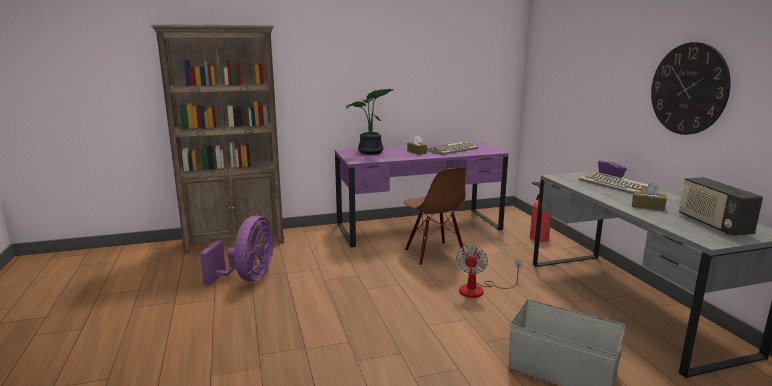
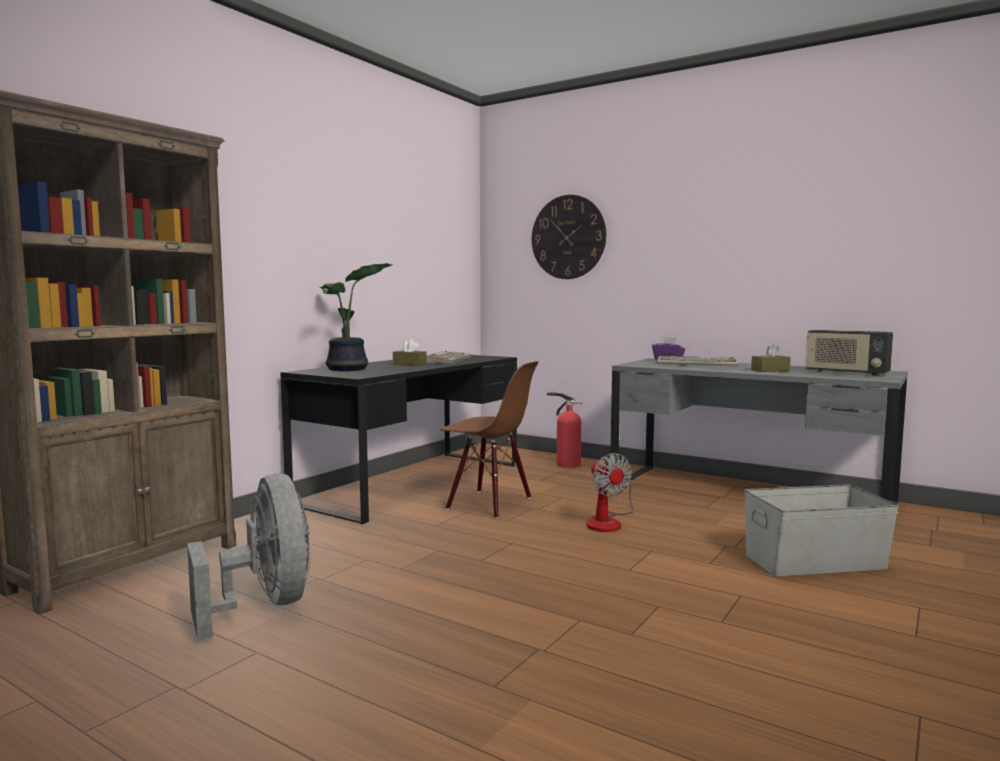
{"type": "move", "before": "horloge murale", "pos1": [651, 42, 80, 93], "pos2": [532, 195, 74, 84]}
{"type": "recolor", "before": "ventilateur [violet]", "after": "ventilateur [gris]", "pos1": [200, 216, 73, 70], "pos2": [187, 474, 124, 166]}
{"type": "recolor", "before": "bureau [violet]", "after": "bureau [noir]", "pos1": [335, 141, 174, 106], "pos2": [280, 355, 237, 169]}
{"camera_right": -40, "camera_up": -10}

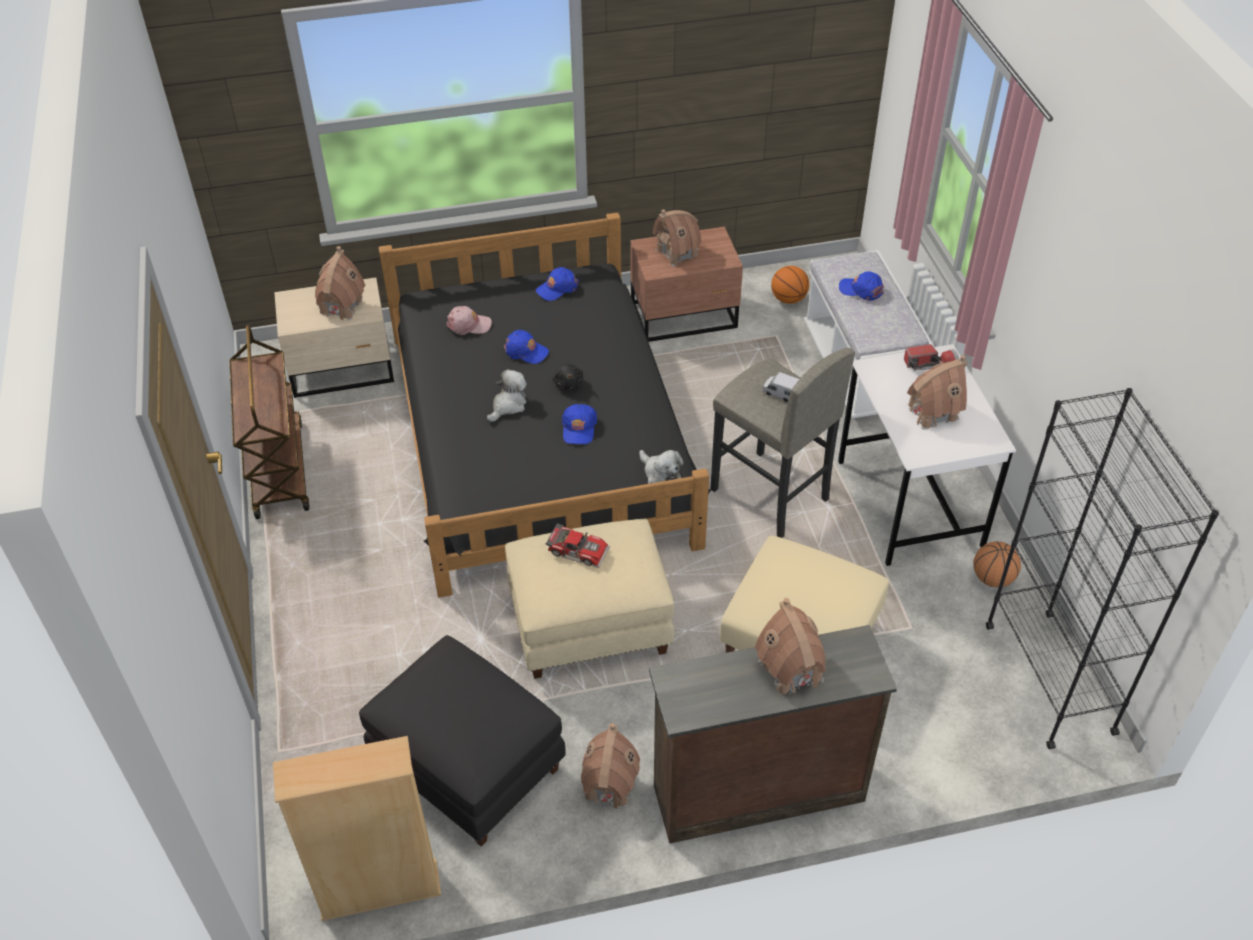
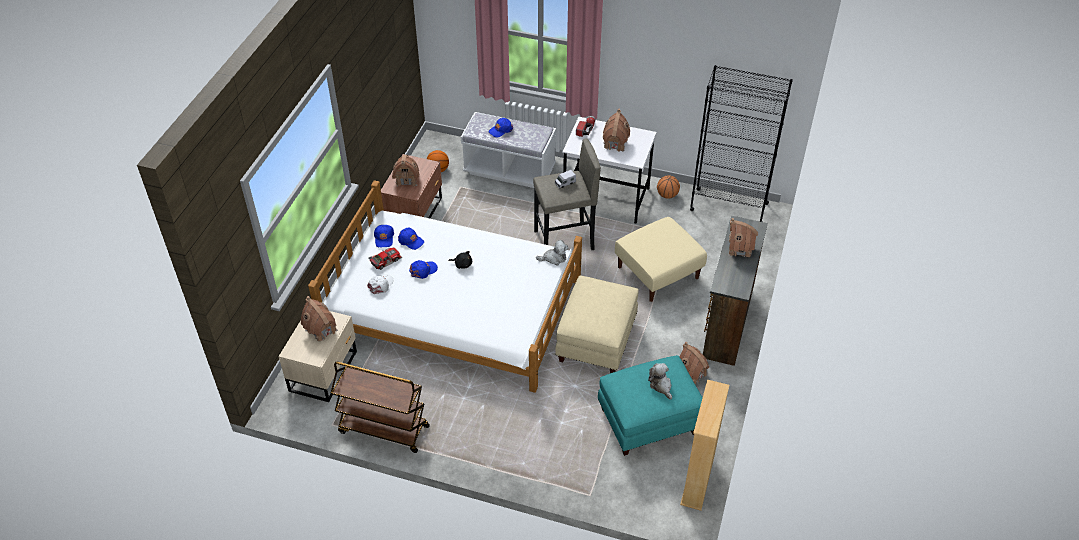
{"type": "move", "before": "peluche", "pos1": [487, 369, 39, 53], "pos2": [648, 363, 24, 36]}
{"type": "move", "before": "petite voiture", "pos1": [545, 523, 65, 45], "pos2": [369, 247, 33, 23]}
{"type": "move", "before": "casquette [bleu]", "pos1": [562, 404, 35, 40], "pos2": [398, 228, 26, 22]}
{"type": "recolor", "before": "pouf [noir]", "after": "pouf [turquoise]", "pos1": [359, 635, 207, 212], "pos2": [598, 355, 105, 101]}
{"type": "recolor", "before": "lit [noir]", "after": "lit [blanc]", "pos1": [378, 212, 333, 386], "pos2": [308, 180, 274, 213]}
{"type": "recolor", "before": "casquette [rose]", "after": "casquette [blanc]", "pos1": [446, 306, 46, 29], "pos2": [367, 274, 26, 20]}
{"camera_right": -60, "camera_up": 0}

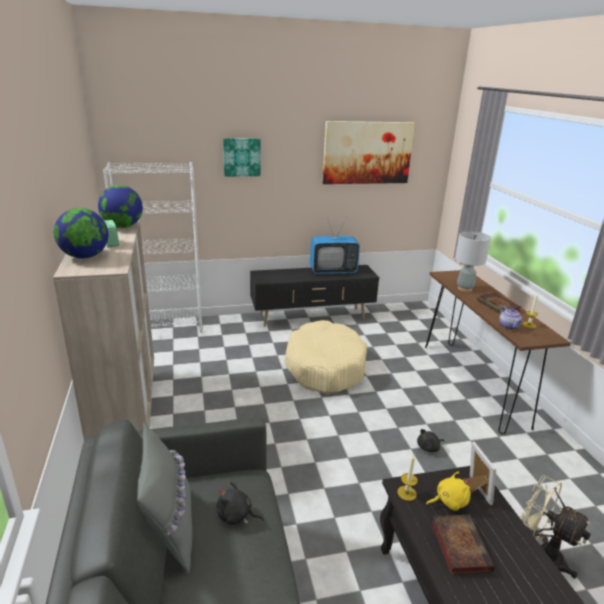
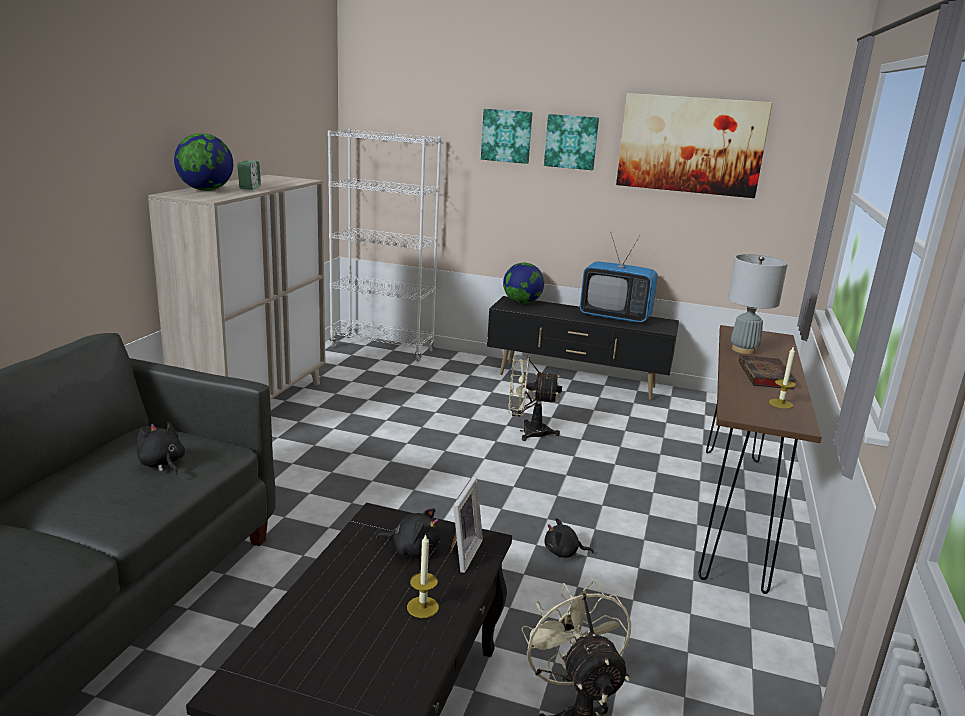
{"type": "delete", "before": "coussin [gris]", "pos1": [137, 422, 55, 152]}
{"type": "delete", "before": "livre", "pos1": [431, 515, 63, 60]}
{"type": "delete", "before": "théière", "pos1": [499, 306, 24, 24]}
{"type": "insert", "after": "tableau", "pos2": [544, 114, 55, 56]}
{"type": "move", "before": "globe", "pos1": [98, 185, 45, 43], "pos2": [503, 263, 41, 41]}
{"type": "move", "before": "bougie", "pos1": [397, 454, 21, 47], "pos2": [407, 533, 32, 85]}
{"type": "replace", "before": "panier pour chien [beige]", "after": "ventilateur [beige]", "pos1": [284, 320, 83, 74], "pos2": [508, 355, 54, 86]}
{"type": "recolor", "before": "peluche [jaune]", "after": "peluche [noir]", "pos1": [426, 471, 45, 40], "pos2": [376, 508, 65, 48]}
{"camera_right": 30, "camera_up": -5}

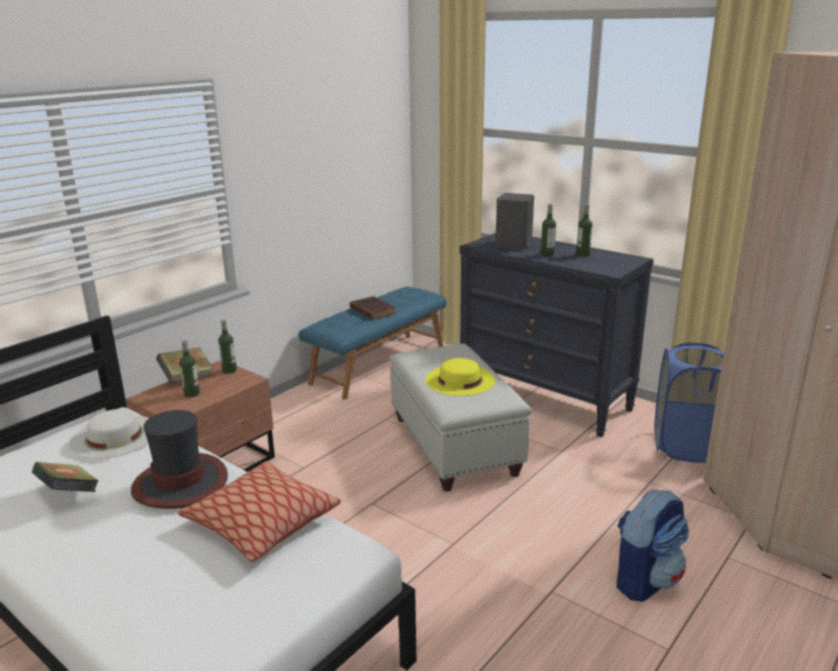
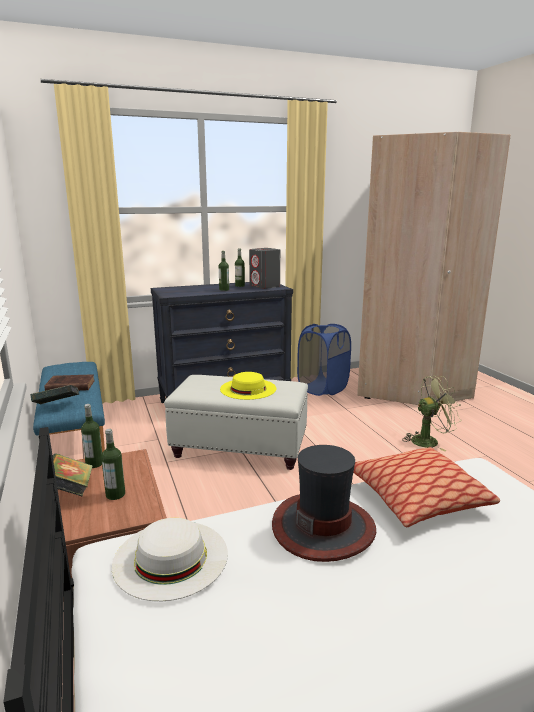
{"type": "move", "before": "livre", "pos1": [32, 462, 66, 30], "pos2": [30, 385, 49, 19]}
{"type": "move", "before": "enceinte [gris]", "pos1": [495, 193, 39, 57], "pos2": [249, 248, 31, 41]}
{"type": "replace", "before": "sac à dos", "after": "ventilateur [vert]", "pos1": [616, 489, 73, 113], "pos2": [402, 376, 59, 76]}
{"camera_right": -60, "camera_up": -5}

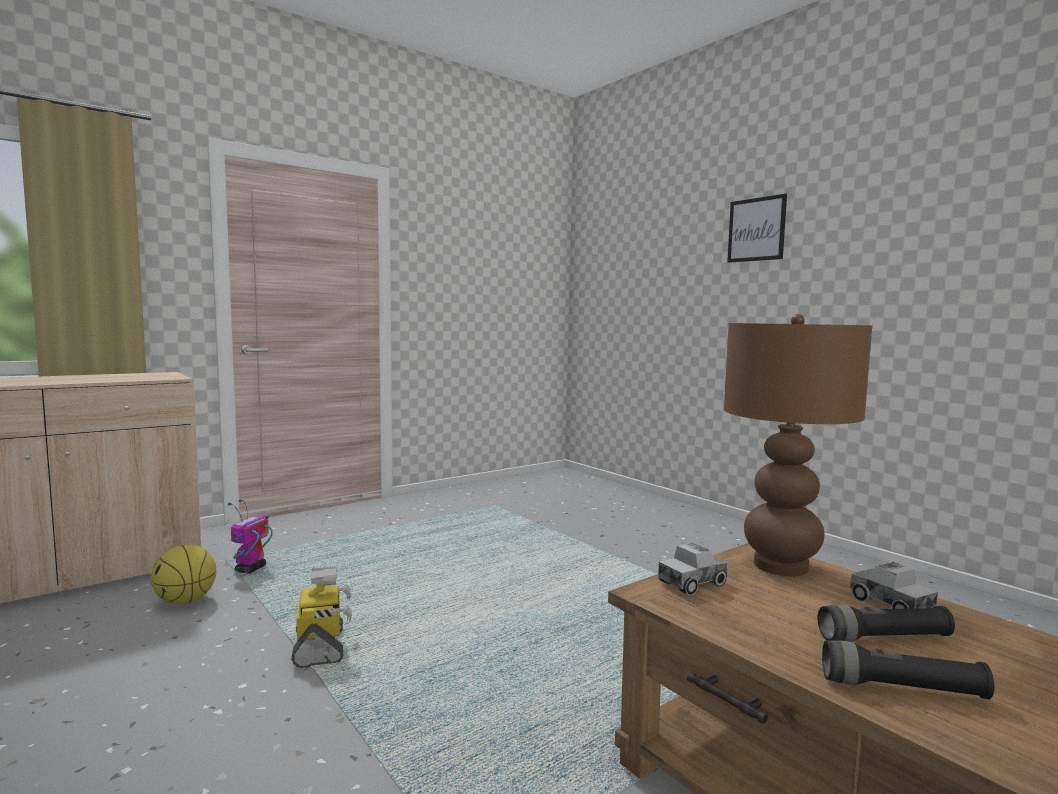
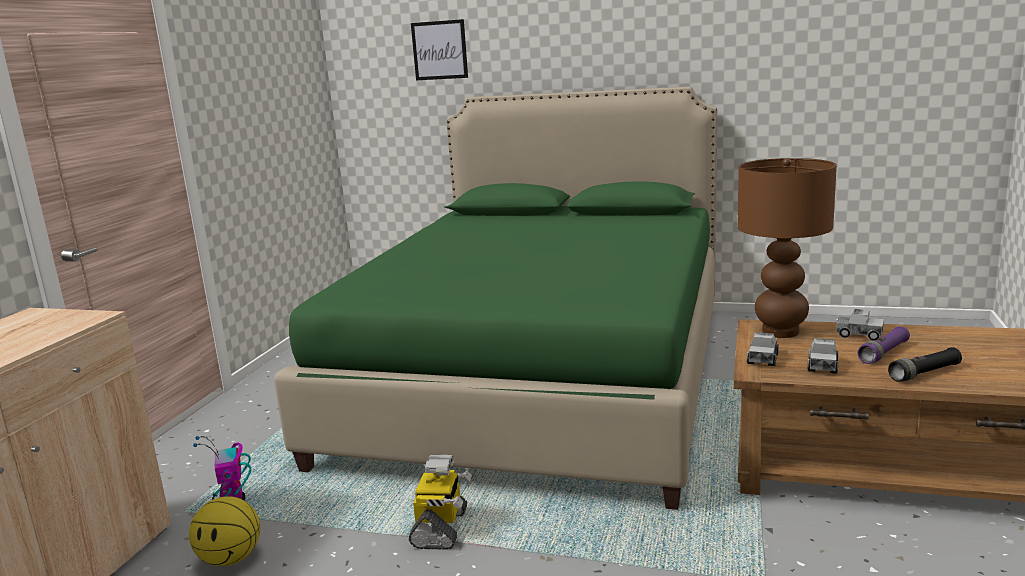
{"type": "insert", "after": "lit [vert]", "pos2": [274, 87, 443, 423]}
{"type": "insert", "after": "camion jouet", "pos2": [808, 338, 30, 36]}
{"type": "move", "before": "tableau", "pos1": [727, 194, 60, 69], "pos2": [411, 19, 57, 61]}
{"type": "recolor", "before": "lampe de poche [noir]", "after": "lampe de poche [violet]", "pos1": [818, 604, 137, 38], "pos2": [858, 326, 52, 38]}
{"type": "rotate", "before": "robot jouet", "pos1": [291, 566, 61, 102], "pos2": [409, 455, 63, 95], "turn": 60}
{"camera_right": -35, "camera_up": 10}

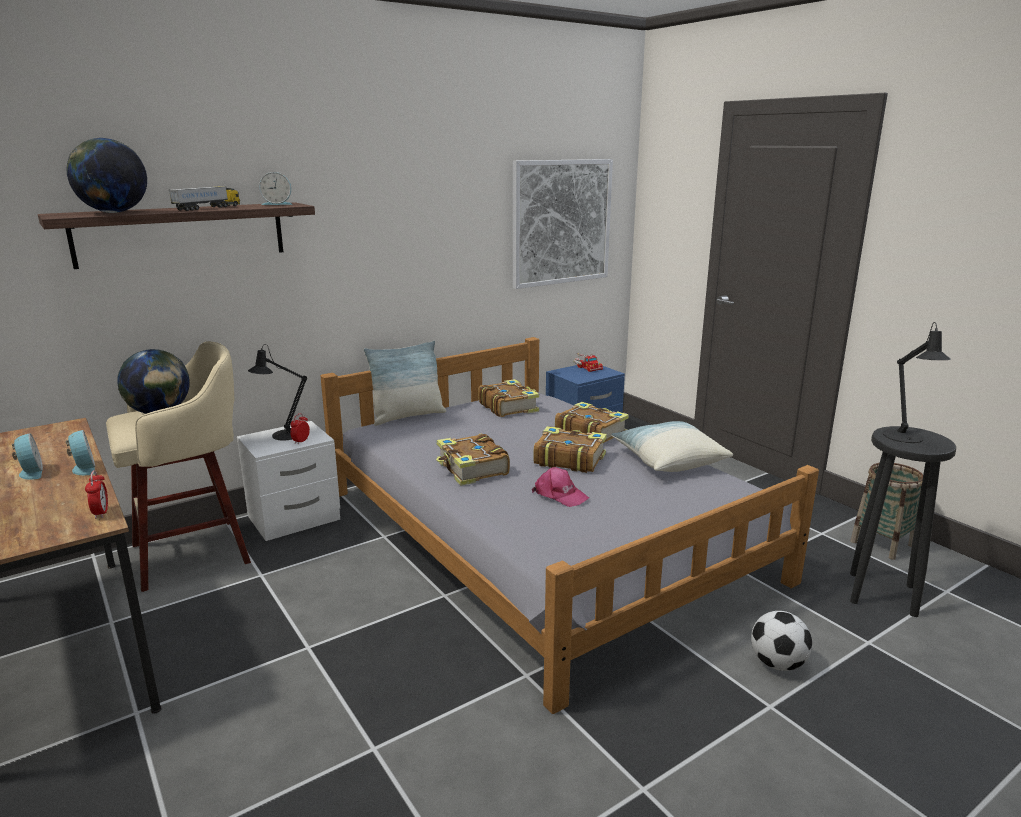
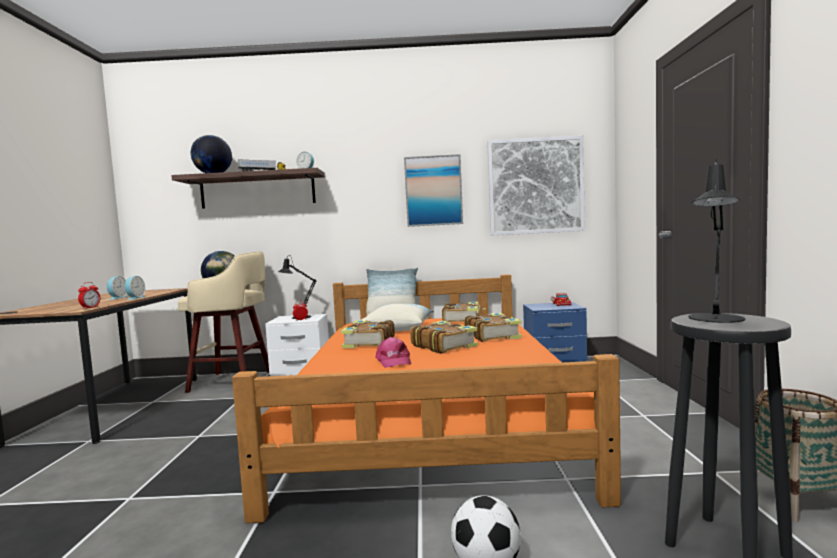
{"type": "insert", "after": "tableau", "pos2": [404, 154, 59, 73]}
{"type": "move", "before": "coussin", "pos1": [611, 421, 122, 51], "pos2": [361, 304, 73, 27]}
{"type": "recolor", "before": "lit [gris]", "after": "lit [orange]", "pos1": [321, 337, 498, 377], "pos2": [232, 274, 389, 249]}
{"camera_right": 35, "camera_up": -15}

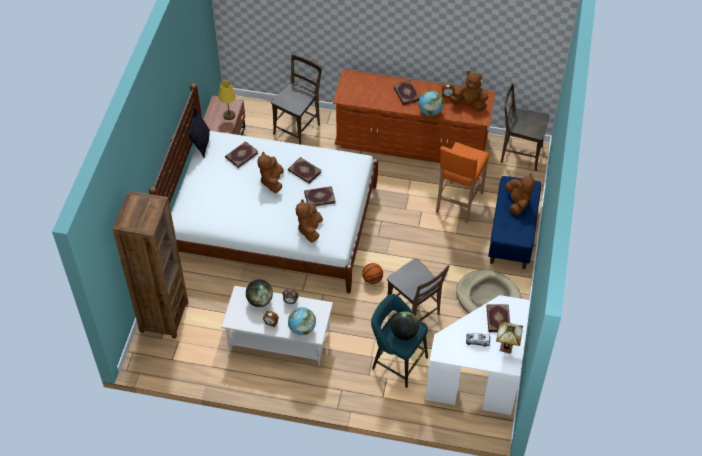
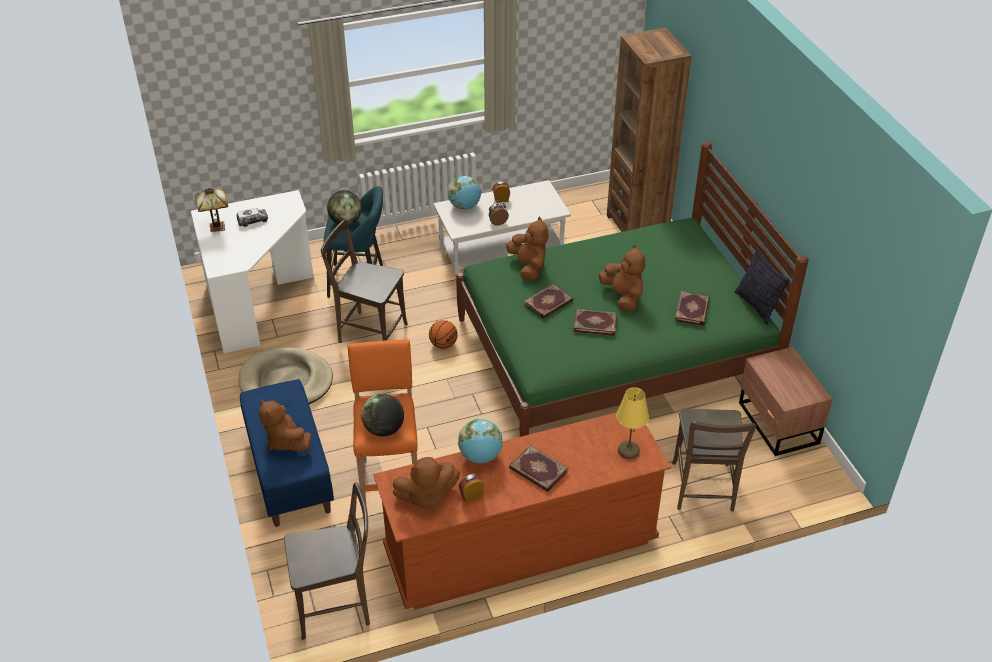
{"type": "delete", "before": "livre", "pos1": [486, 304, 24, 28]}
{"type": "move", "before": "lampe de table [jaune]", "pos1": [218, 81, 18, 39], "pos2": [616, 387, 33, 72]}
{"type": "move", "before": "globe", "pos1": [246, 279, 27, 28], "pos2": [361, 394, 43, 42]}
{"type": "recolor", "before": "lit [blanc]", "after": "lit [vert]", "pos1": [149, 83, 229, 211], "pos2": [456, 141, 353, 296]}
{"camera_right": 150, "camera_up": -10}

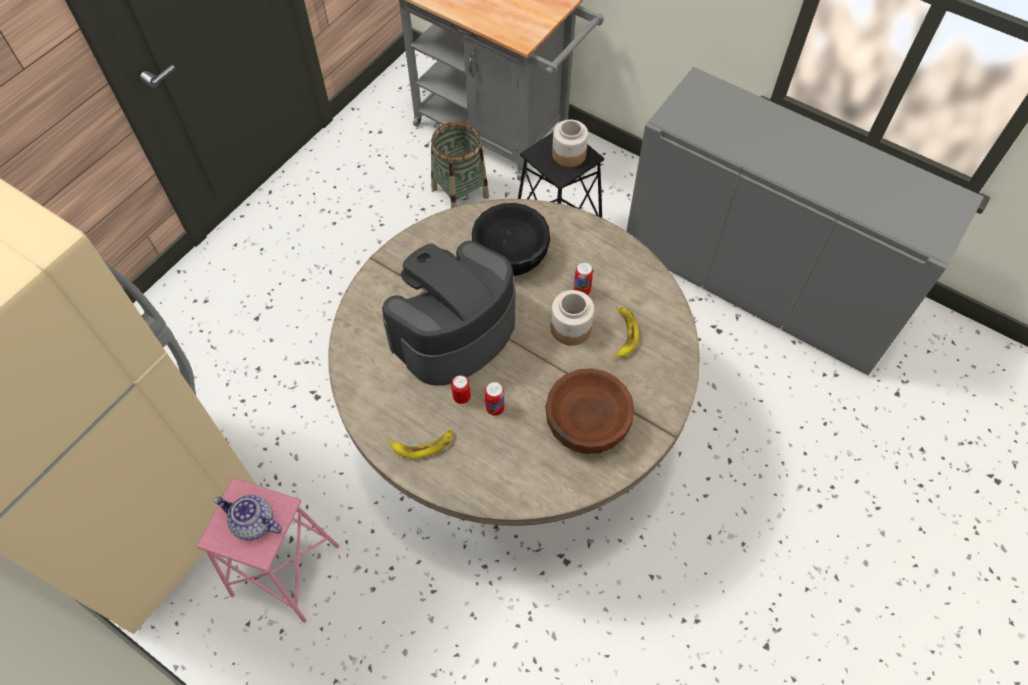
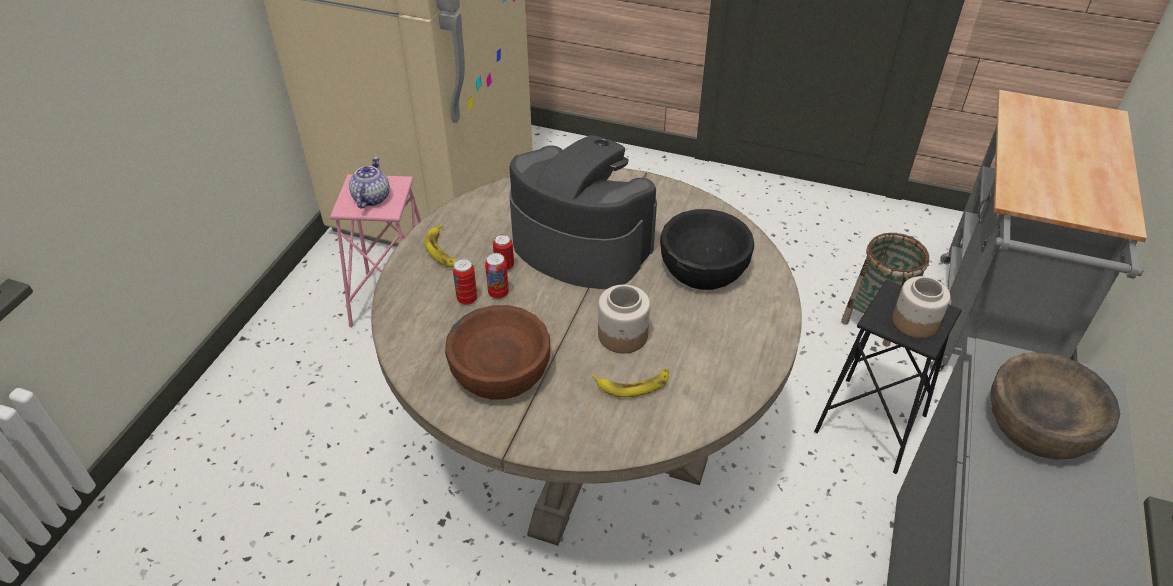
{"type": "insert", "after": "bol [marron]", "pos2": [990, 352, 130, 108]}
{"type": "move", "before": "boîte métallique", "pos1": [574, 262, 19, 33], "pos2": [453, 258, 24, 47]}
{"camera_right": 75, "camera_up": -15}

